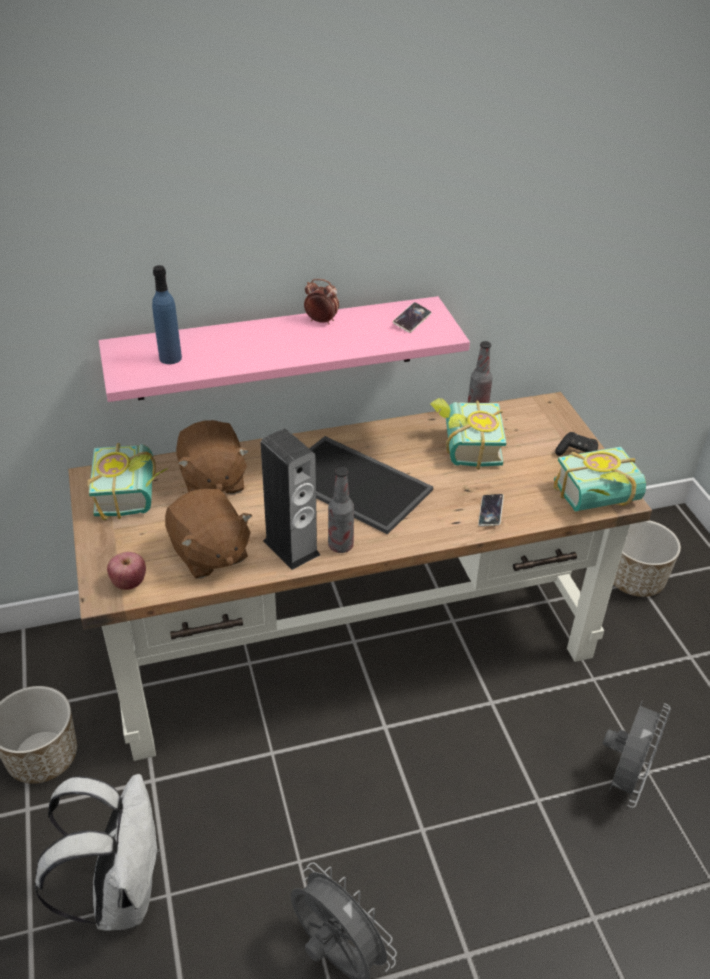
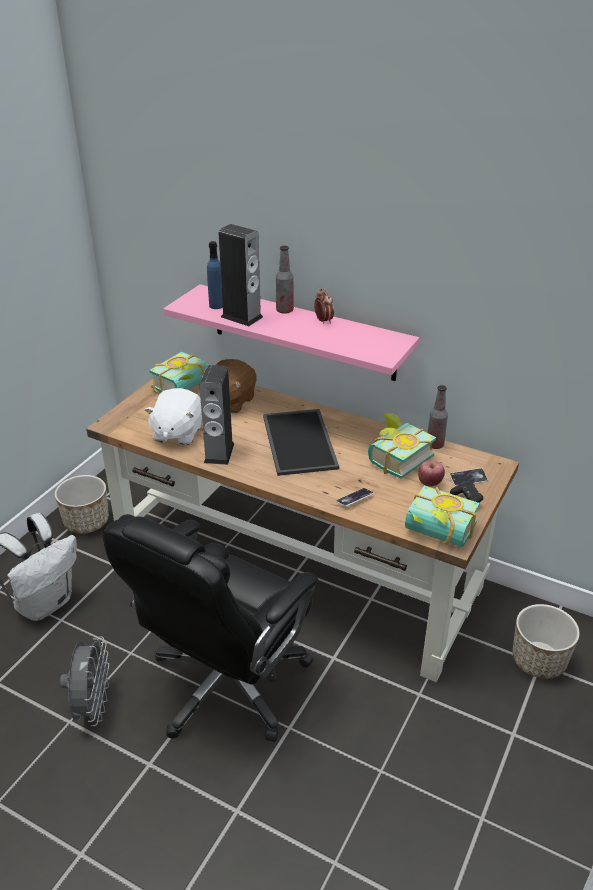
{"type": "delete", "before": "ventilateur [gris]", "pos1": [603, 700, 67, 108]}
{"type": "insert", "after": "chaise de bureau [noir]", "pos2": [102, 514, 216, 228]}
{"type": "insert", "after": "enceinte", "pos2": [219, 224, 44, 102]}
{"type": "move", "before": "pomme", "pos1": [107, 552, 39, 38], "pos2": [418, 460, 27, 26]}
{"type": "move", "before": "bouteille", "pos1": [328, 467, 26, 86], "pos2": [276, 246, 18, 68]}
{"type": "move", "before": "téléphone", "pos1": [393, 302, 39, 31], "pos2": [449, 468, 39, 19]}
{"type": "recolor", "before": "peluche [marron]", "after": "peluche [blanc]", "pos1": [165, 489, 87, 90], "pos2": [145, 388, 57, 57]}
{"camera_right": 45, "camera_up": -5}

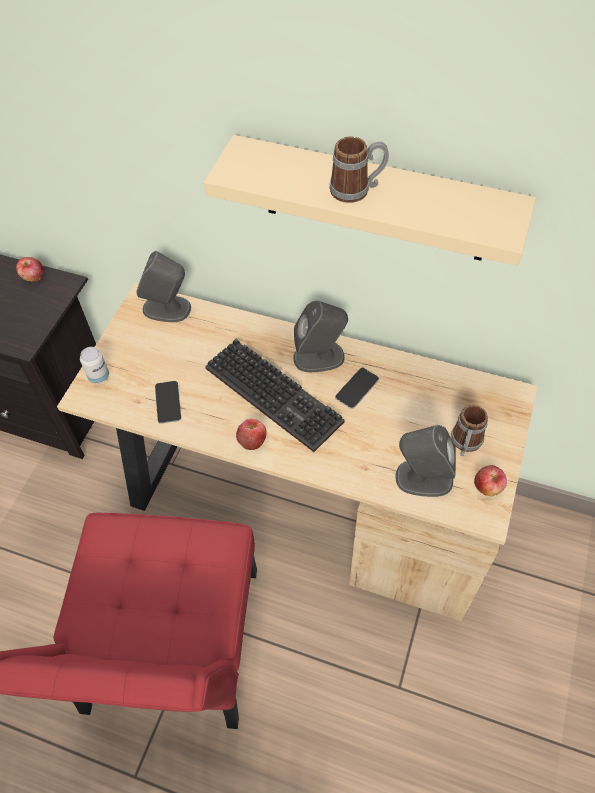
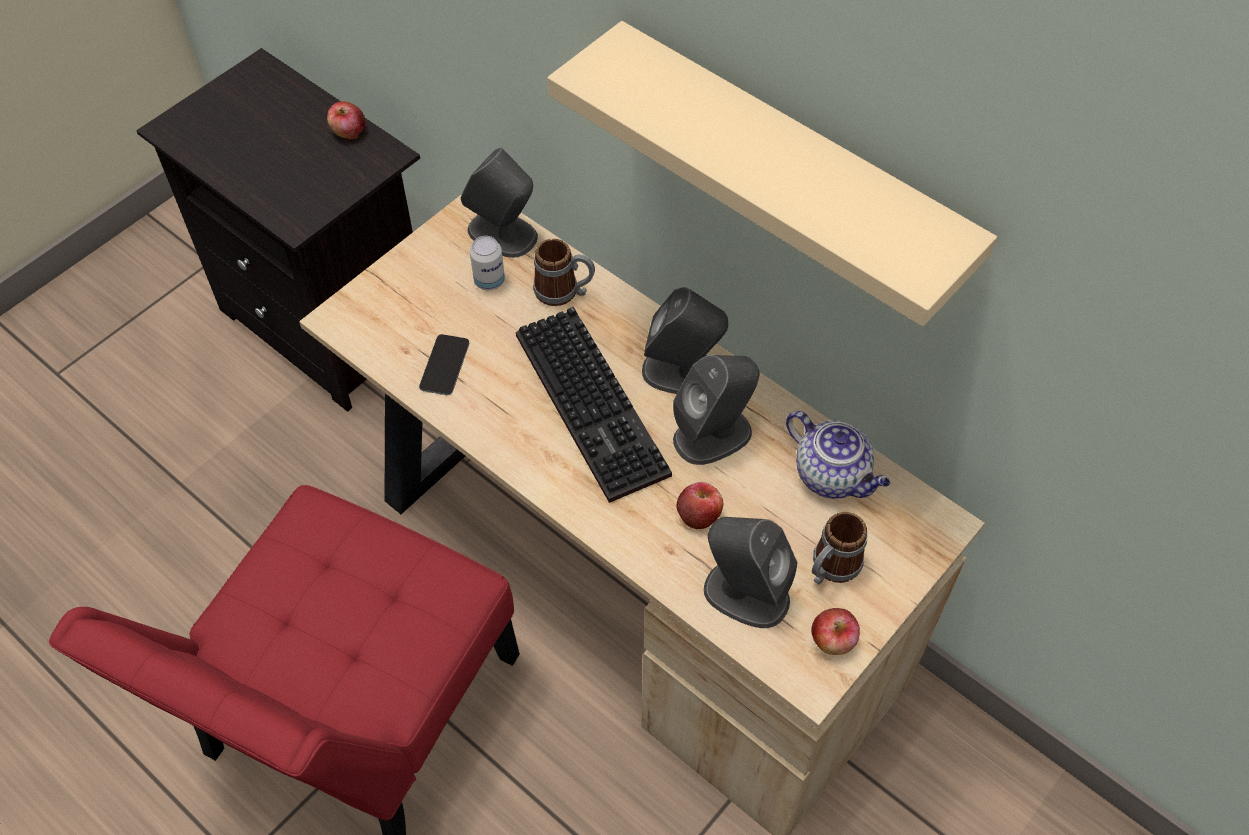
{"type": "insert", "after": "théière", "pos2": [786, 411, 104, 88]}
{"type": "move", "before": "boîte métallique", "pos1": [80, 347, 29, 37], "pos2": [470, 236, 35, 54]}
{"type": "move", "before": "pomme", "pos1": [236, 419, 30, 31], "pos2": [677, 482, 46, 47]}
{"type": "move", "before": "mug", "pos1": [329, 136, 60, 67], "pos2": [533, 239, 62, 67]}
{"type": "replace", "before": "téléphone", "after": "enceinte [gris]", "pos1": [335, 368, 44, 41], "pos2": [673, 355, 87, 110]}
{"camera_right": 20, "camera_up": 0}

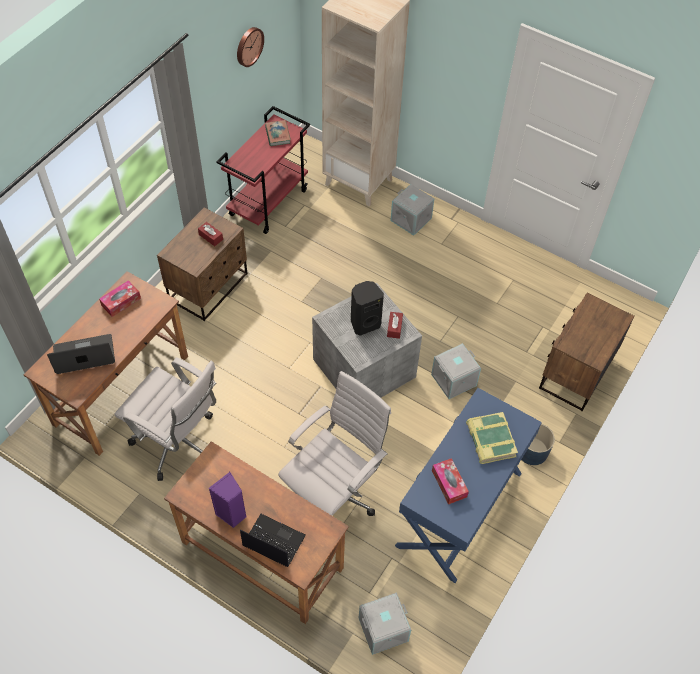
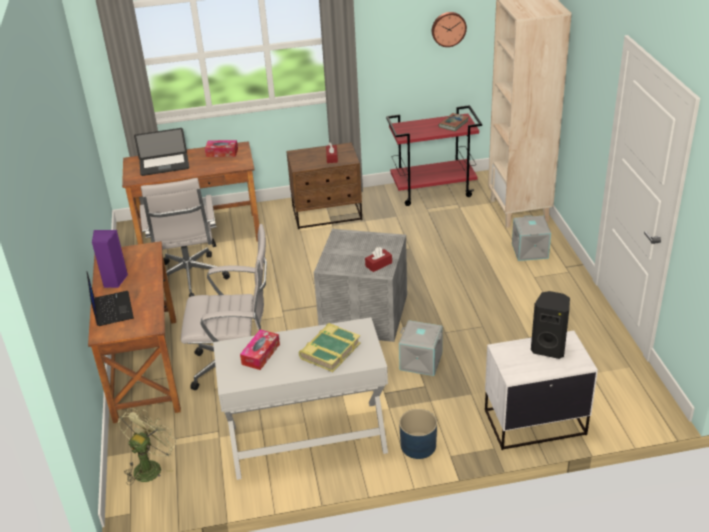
{"type": "move", "before": "enceinte [noir]", "pos1": [351, 281, 33, 54], "pos2": [531, 291, 39, 68]}
{"type": "replace", "before": "boîte de rangement [gris]", "after": "ventilateur [vert]", "pos1": [359, 592, 52, 63], "pos2": [118, 408, 59, 77]}
{"type": "recolor", "before": "table console [bleu]", "after": "table console [blanc]", "pos1": [395, 388, 147, 195], "pos2": [213, 317, 175, 163]}
{"type": "recolor", "before": "table de chevet [marron]", "after": "table de chevet [blanc]", "pos1": [539, 293, 95, 118], "pos2": [485, 331, 113, 119]}
{"type": "rotate", "before": "ordinateur portable", "pos1": [47, 334, 68, 40], "pos2": [134, 128, 55, 48], "turn": 135}
{"camera_right": 50, "camera_up": -20}

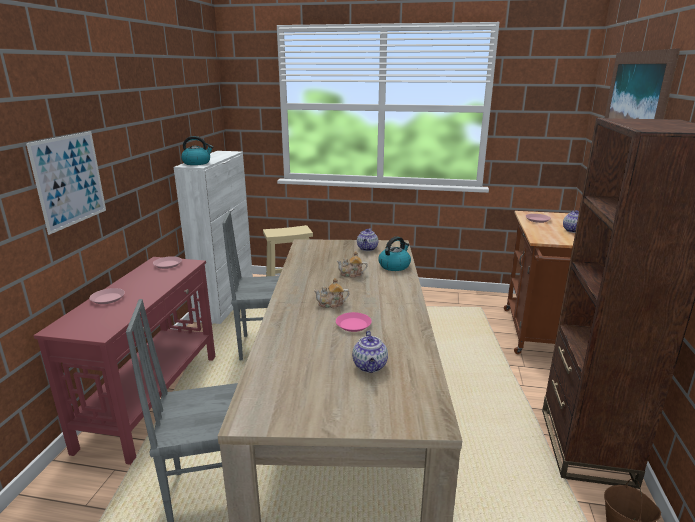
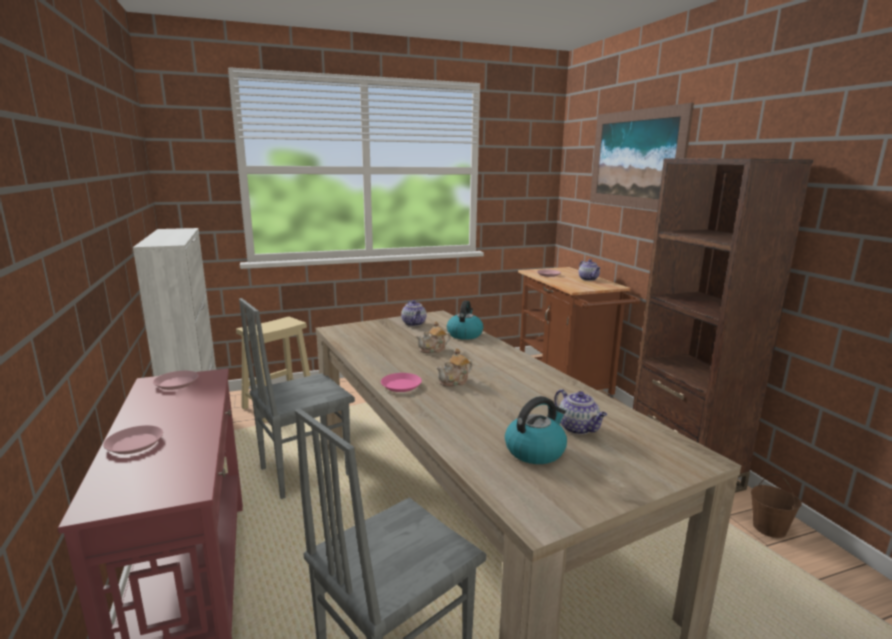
{"type": "delete", "before": "tableau", "pos1": [26, 131, 80, 104]}
{"type": "move", "before": "bouilloire", "pos1": [181, 136, 33, 29], "pos2": [505, 396, 62, 68]}
{"type": "move", "before": "assiette [rose]", "pos1": [336, 312, 36, 20], "pos2": [381, 373, 41, 19]}
{"camera_right": -30, "camera_up": -5}

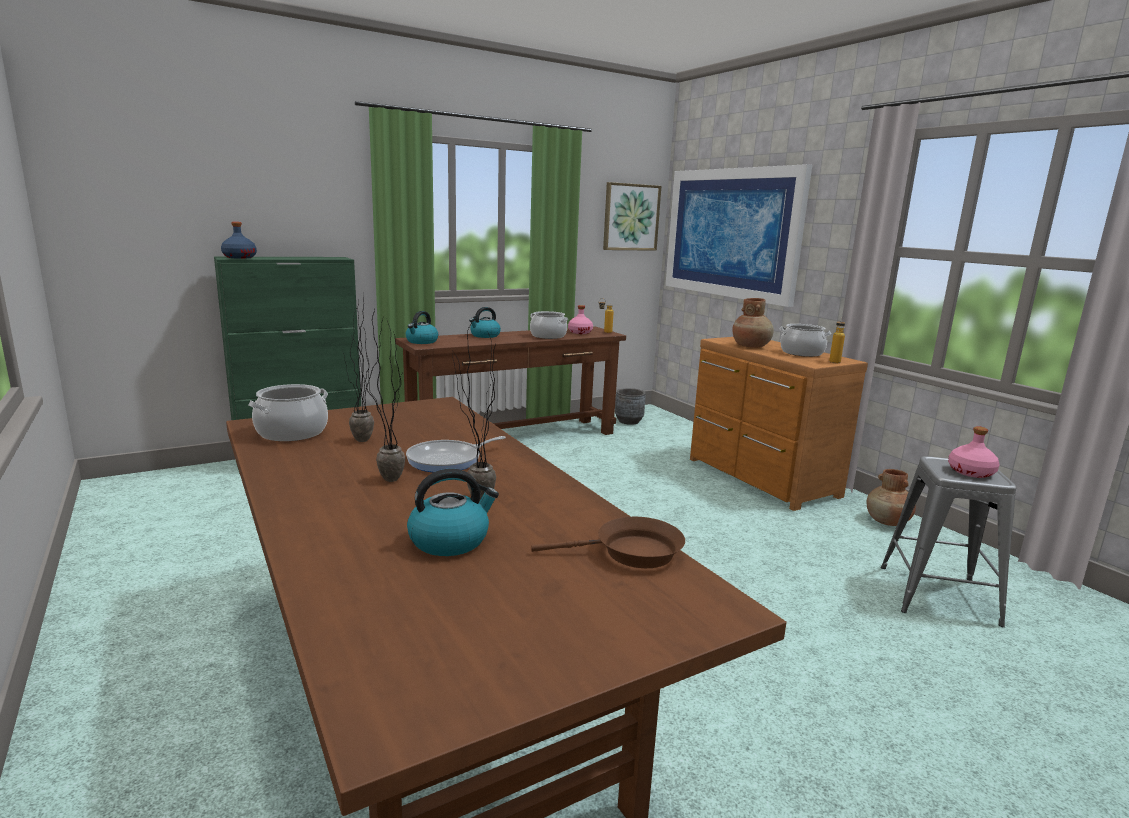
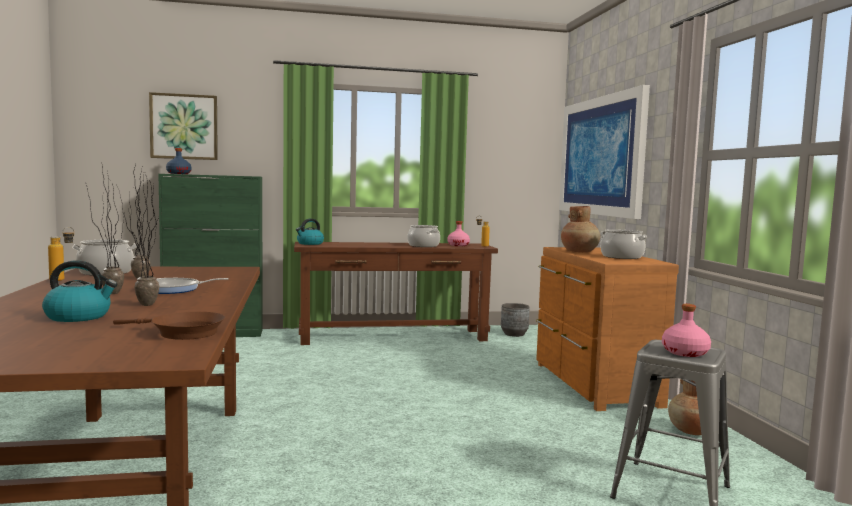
{"type": "delete", "before": "bouilloire", "pos1": [469, 307, 32, 31]}
{"type": "move", "before": "tableau", "pos1": [603, 182, 58, 69], "pos2": [149, 92, 69, 68]}
{"type": "move", "before": "bouteille", "pos1": [829, 318, 16, 45], "pos2": [48, 227, 27, 54]}
{"camera_right": 20, "camera_up": -10}

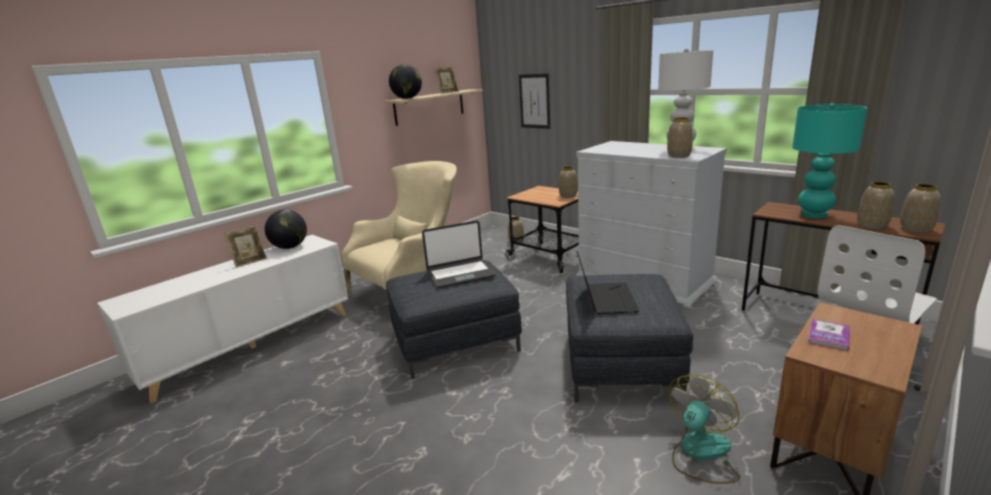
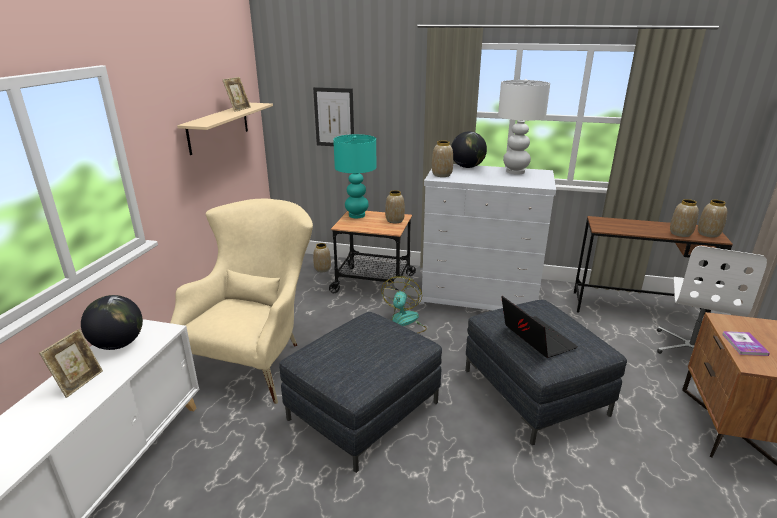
{"type": "delete", "before": "ordinateur portable", "pos1": [422, 221, 74, 67]}
{"type": "move", "before": "globe", "pos1": [389, 64, 33, 35], "pos2": [451, 131, 36, 37]}
{"type": "move", "before": "vase", "pos1": [667, 117, 26, 41], "pos2": [432, 141, 21, 36]}
{"type": "move", "before": "ventilateur", "pos1": [669, 374, 71, 110], "pos2": [381, 276, 46, 57]}
{"type": "move", "before": "lampe de table [turquoise]", "pos1": [792, 103, 76, 115], "pos2": [333, 134, 43, 84]}
{"camera_right": -30, "camera_up": 5}

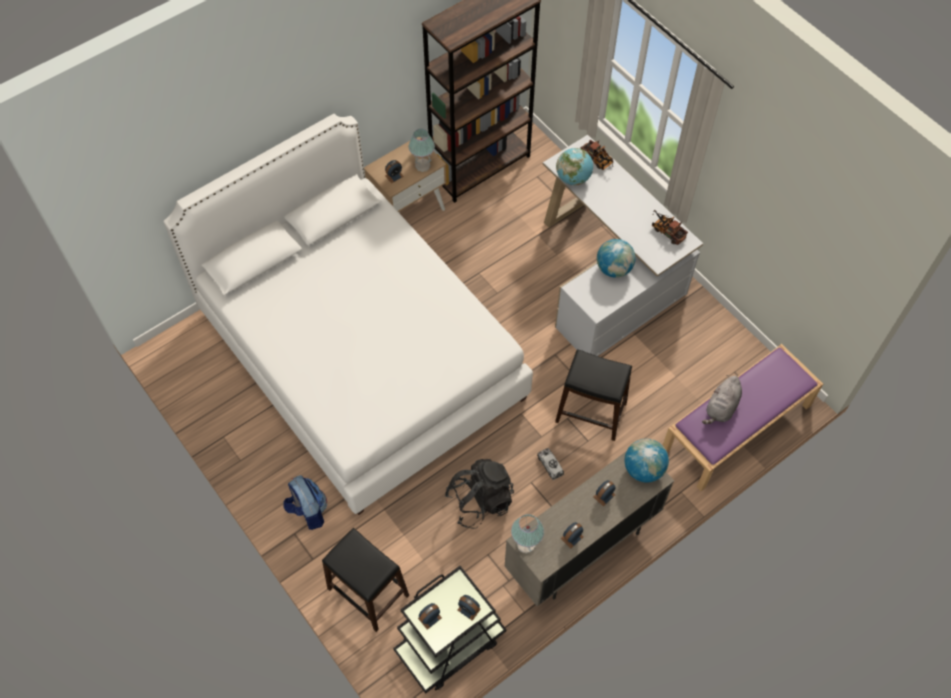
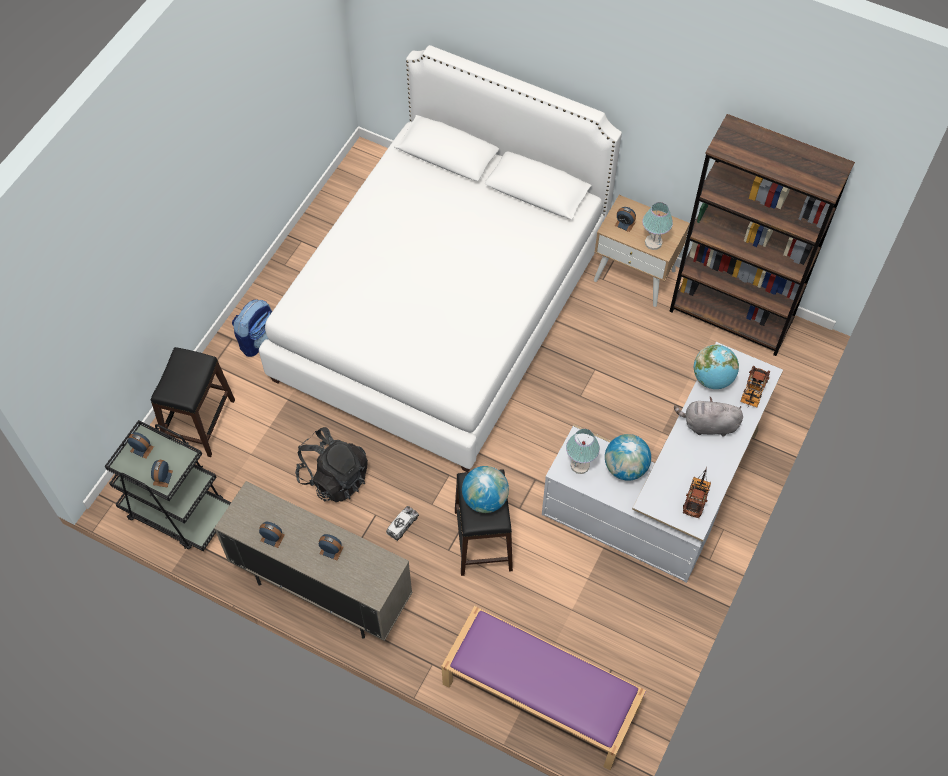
{"type": "move", "before": "lampe de table", "pos1": [511, 514, 33, 39], "pos2": [566, 429, 34, 45]}
{"type": "move", "before": "globe", "pos1": [625, 439, 44, 43], "pos2": [462, 466, 47, 47]}
{"type": "move", "before": "peluche [gris]", "pos1": [702, 375, 40, 49], "pos2": [674, 397, 69, 40]}
{"camera_right": 65, "camera_up": 0}

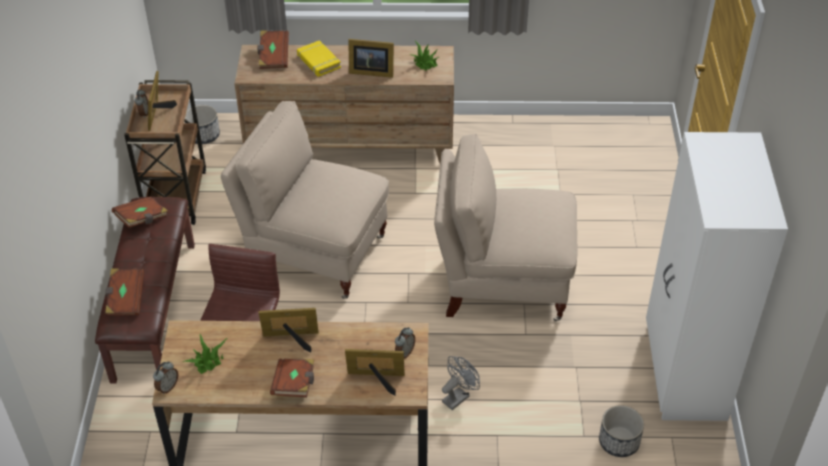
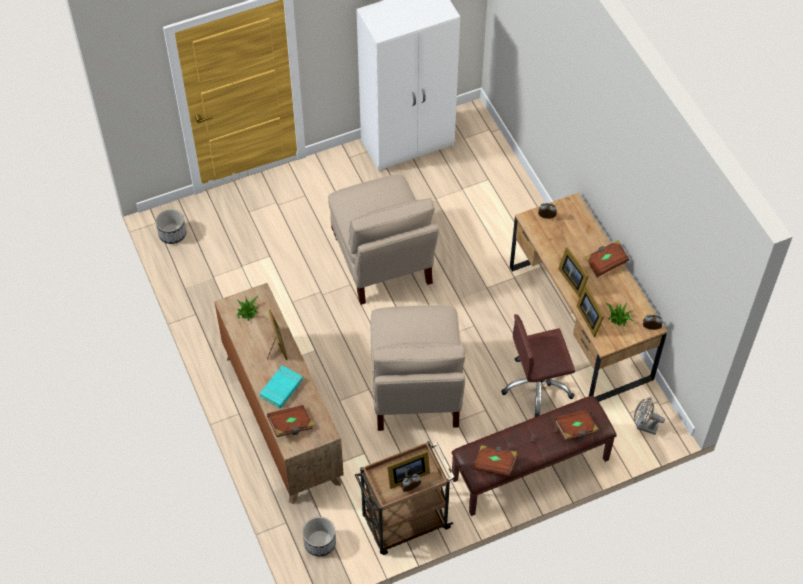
{"type": "move", "before": "cadre photo", "pos1": [345, 349, 60, 47], "pos2": [576, 285, 28, 52]}
{"type": "move", "before": "ventilateur [gris]", "pos1": [442, 356, 38, 54], "pos2": [634, 397, 31, 38]}
{"type": "move", "before": "cache-pot", "pos1": [599, 405, 45, 52], "pos2": [156, 209, 30, 35]}
{"type": "recolor", "before": "livre [jaune]", "after": "livre [turquoise]", "pos1": [297, 40, 44, 37], "pos2": [260, 365, 43, 44]}
{"camera_right": -115, "camera_up": 10}

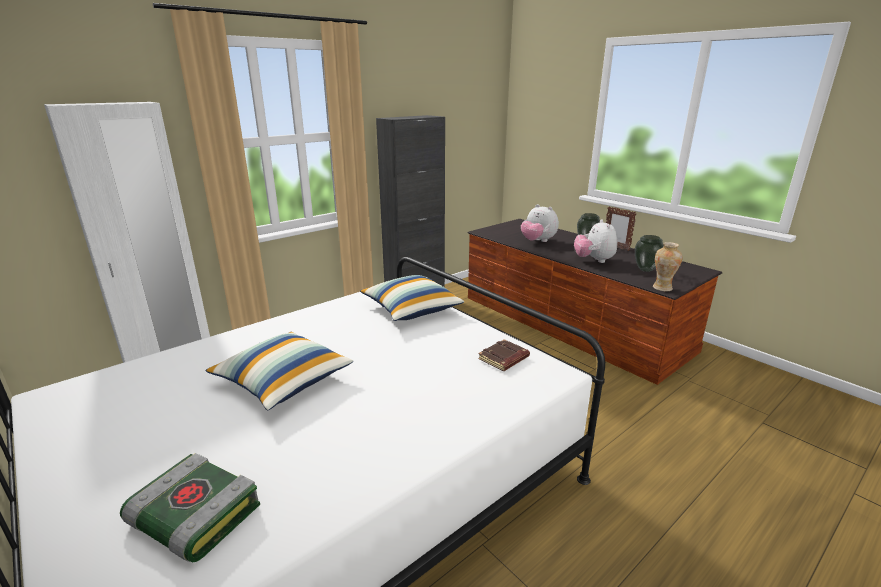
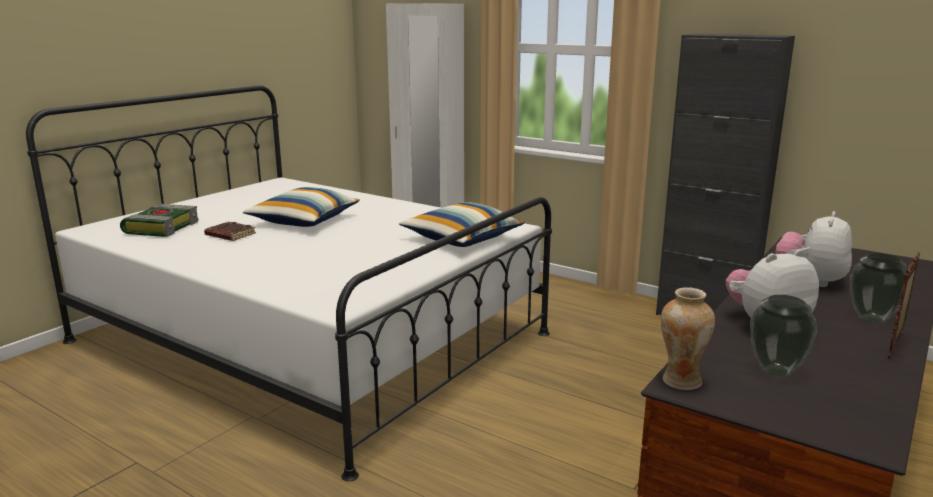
{"type": "move", "before": "livre [marron]", "pos1": [478, 339, 52, 32], "pos2": [204, 221, 52, 20]}
{"camera_right": 75, "camera_up": -5}

